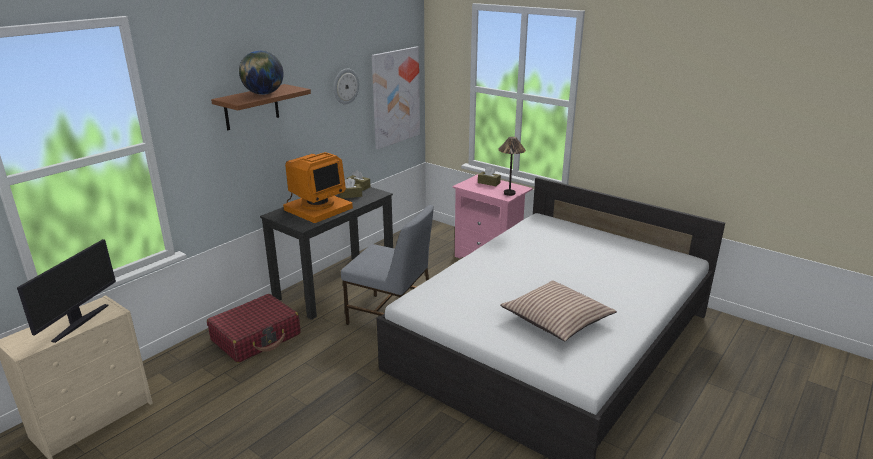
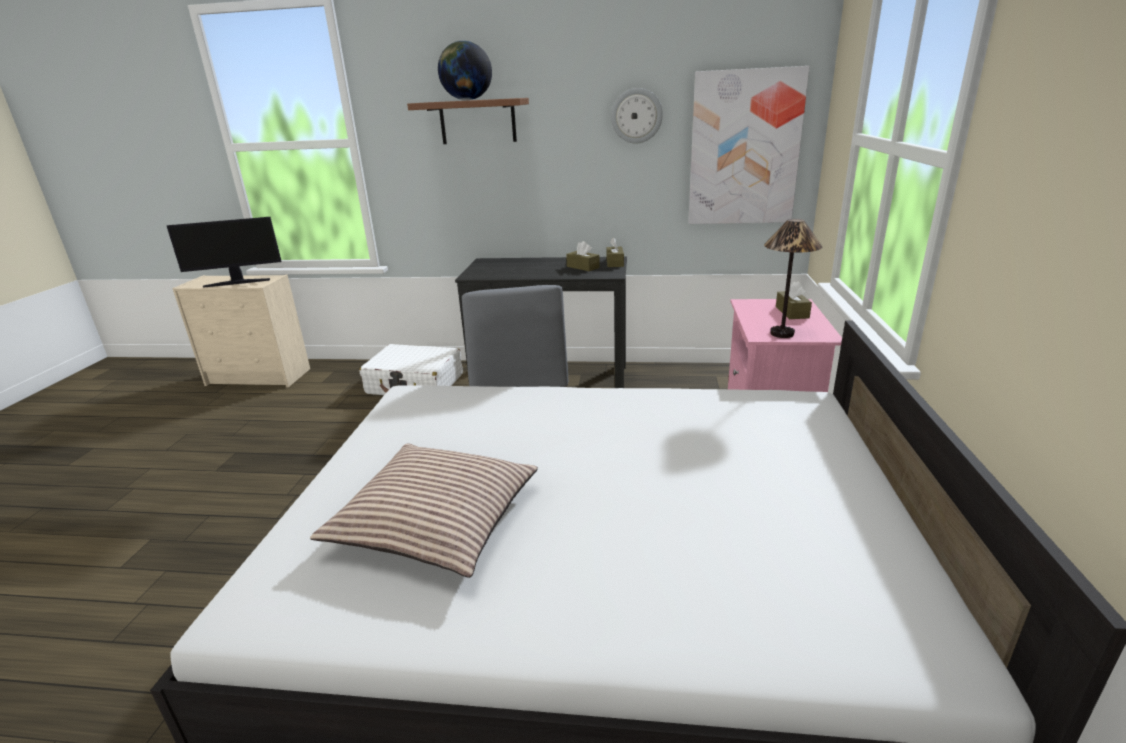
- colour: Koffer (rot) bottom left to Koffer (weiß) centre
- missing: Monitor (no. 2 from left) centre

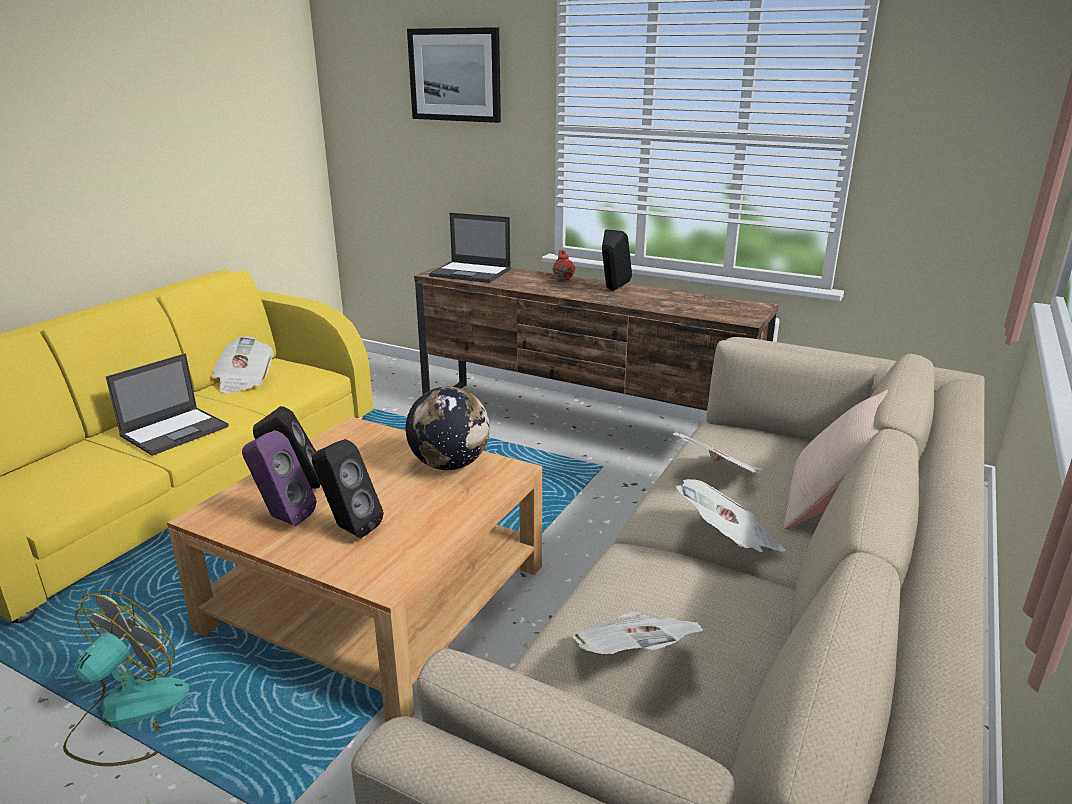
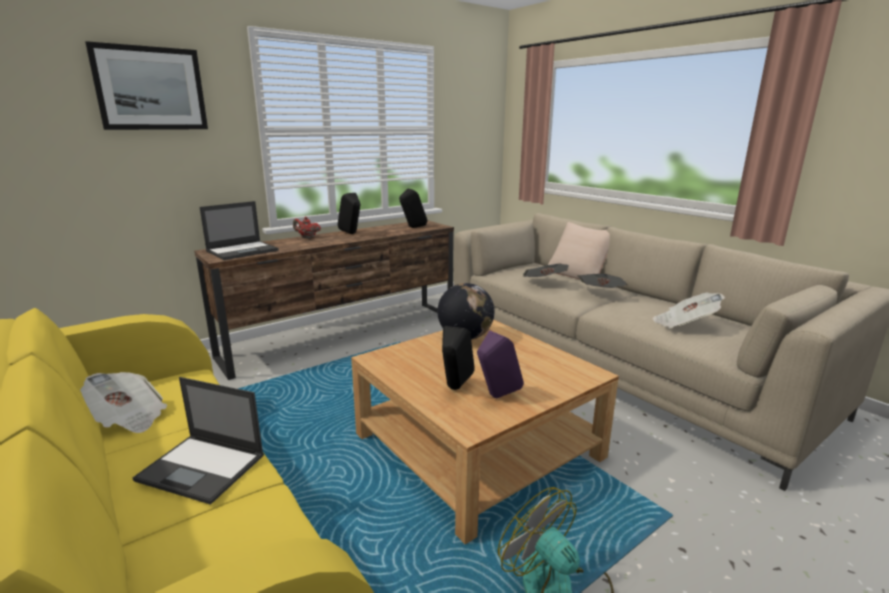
- spun: Laptop (no. 1 from left) middle left = bottom left 135 degrees clockwise
- relocated: Lautsprecher (schwarz) (no. 2 from left) middle left to centre

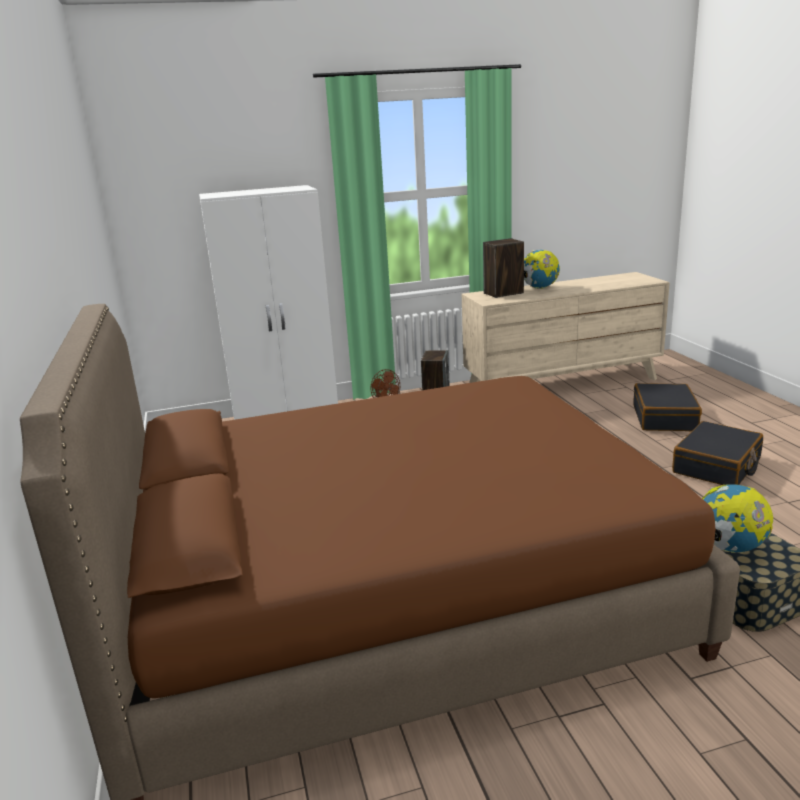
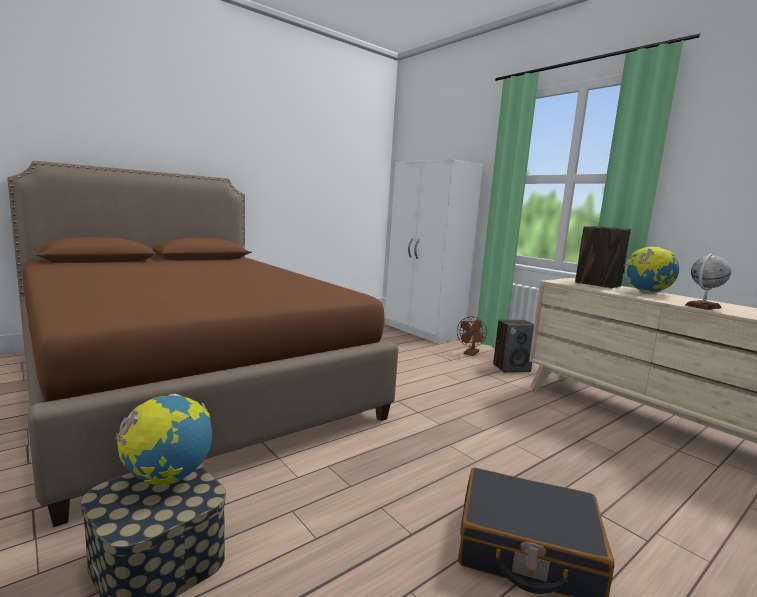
- missing: Koffer (schwarz) (no. 1 from left) middle right
- appeared: Globus (no. 3 from left) middle right

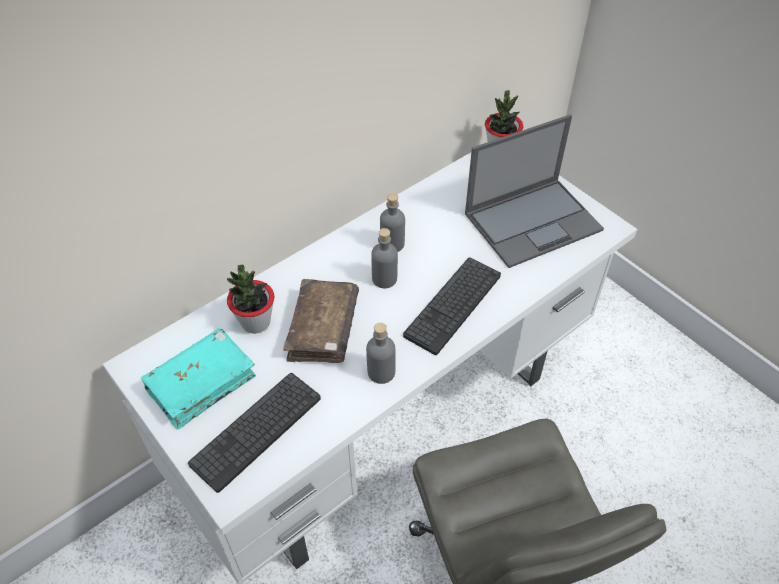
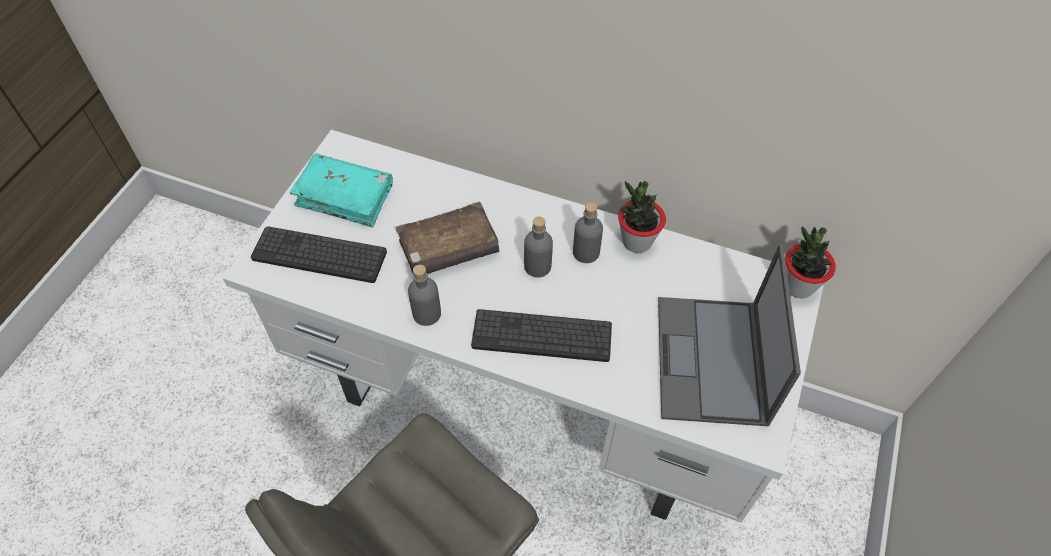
- relocated: Topfpflanze (no. 1 from left) middle left to centre
- spun: Laptop top right = middle right 60 degrees clockwise

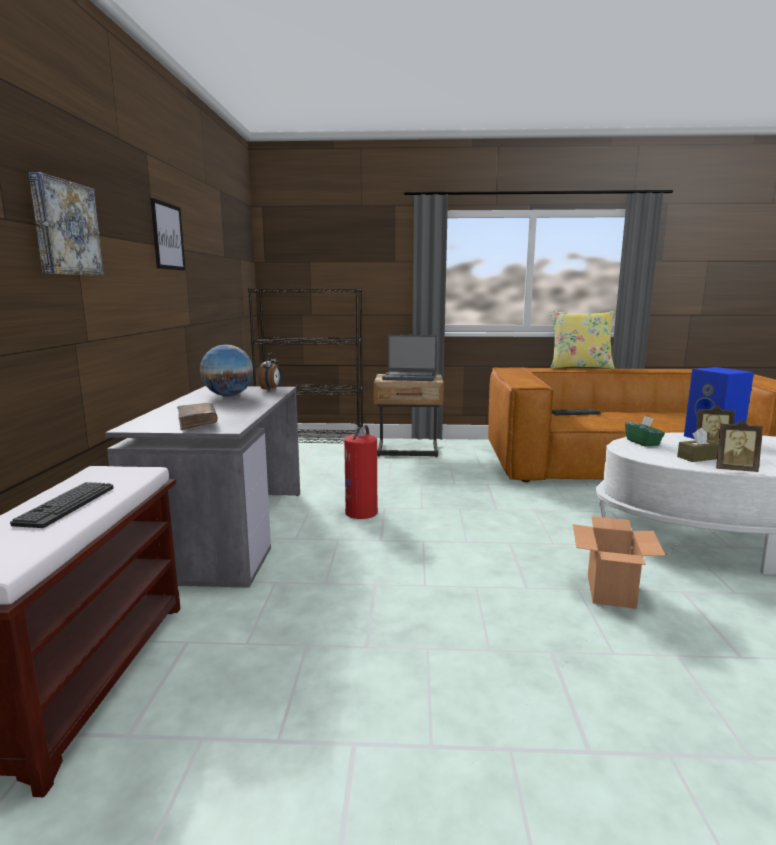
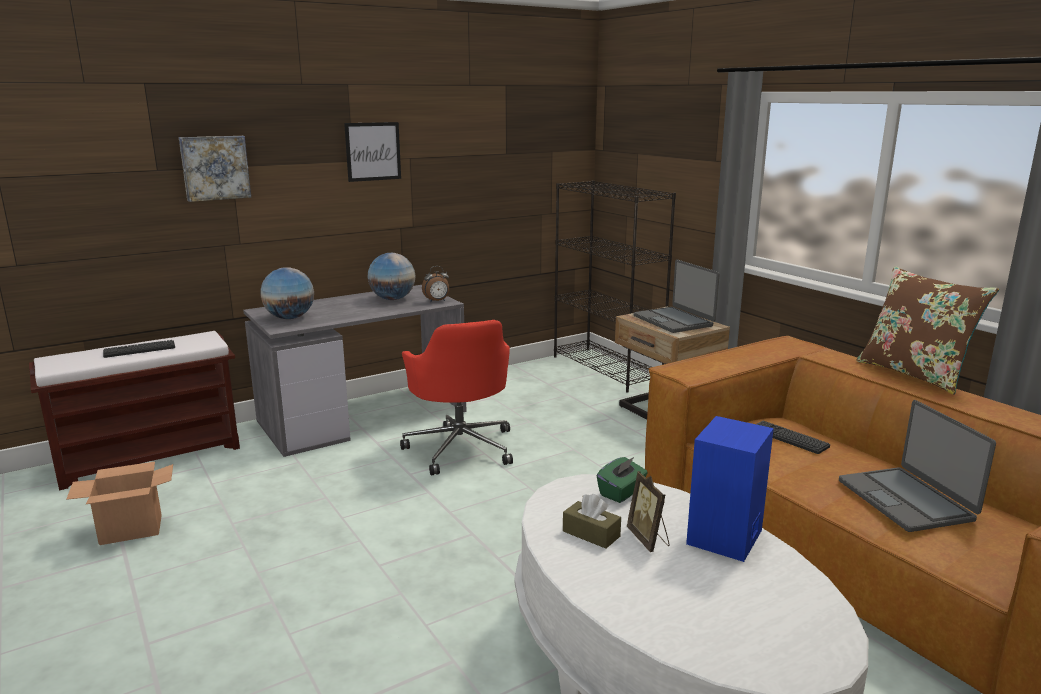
- exchanged: Buch (braun) middle left to Globus (no. 1 from left) middle left
- exchanged: Feuerlöscher centre to Bürostuhl (rot) centre
- colour: Kissen (gelb) middle right to Kissen (braun) middle right
- relocated: Karton middle right to bottom left
- missing: Bilderrahmen (no. 2 from left) middle right
- appeared: Laptop (no. 2 from left) bottom right

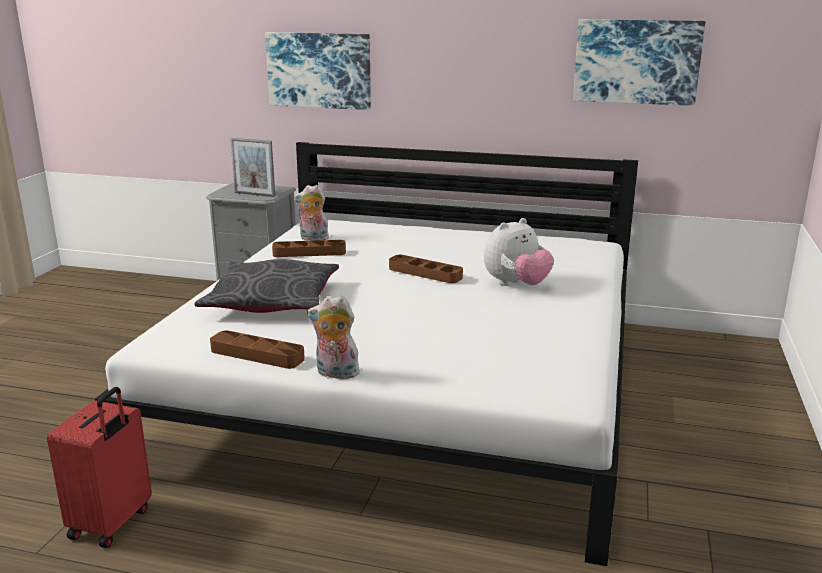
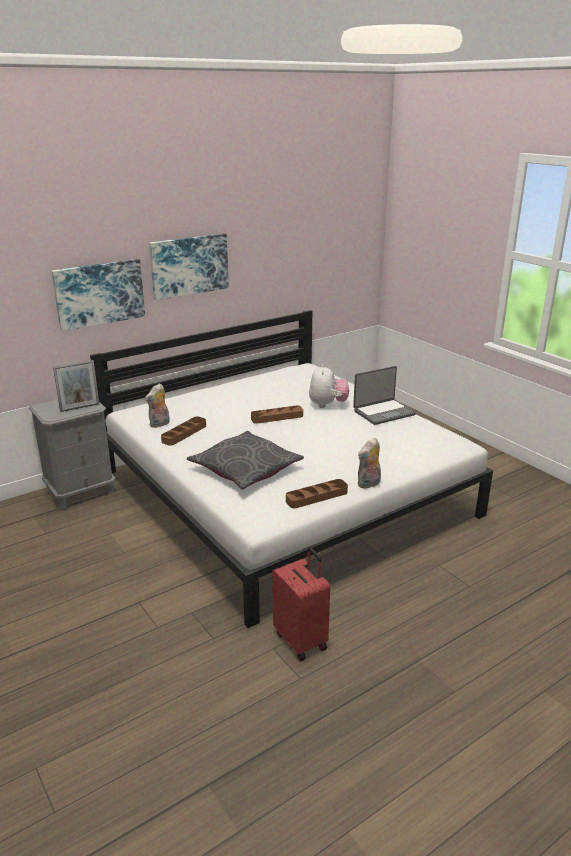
- relocated: Bild (no. 2 from left) top right to top left
- appeared: Laptop middle right

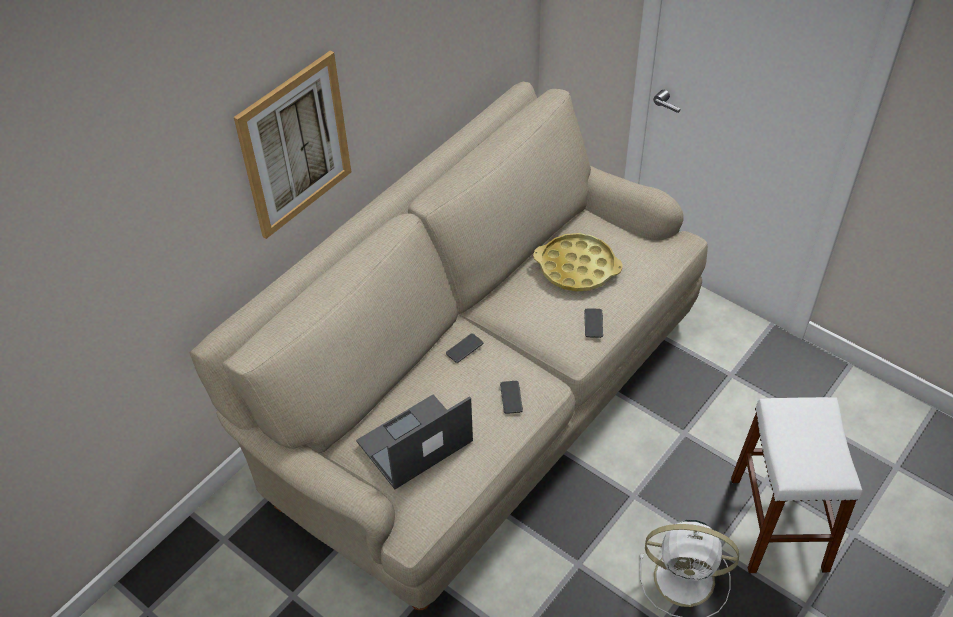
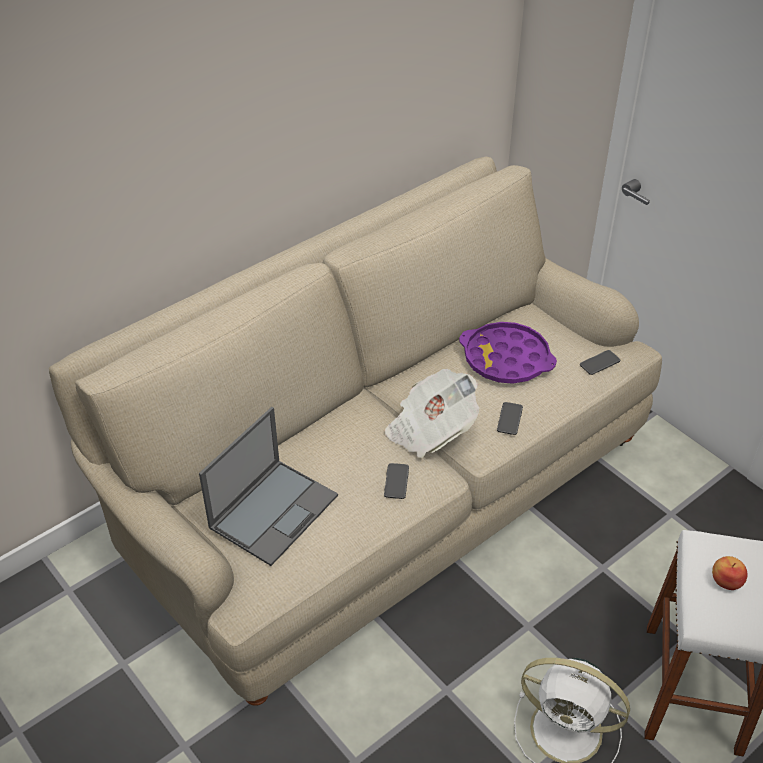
- missing: Bild top left
- spun: Laptop bottom centre = centre 150 degrees clockwise
- relocated: Handy (no. 1 from left in the first image) centre to Handy (no. 3 from left) middle right
- colour: Tablett (gelb) centre to Tablett (lila) centre
- appeared: Zeitung centre
- appeared: Apfel bottom right

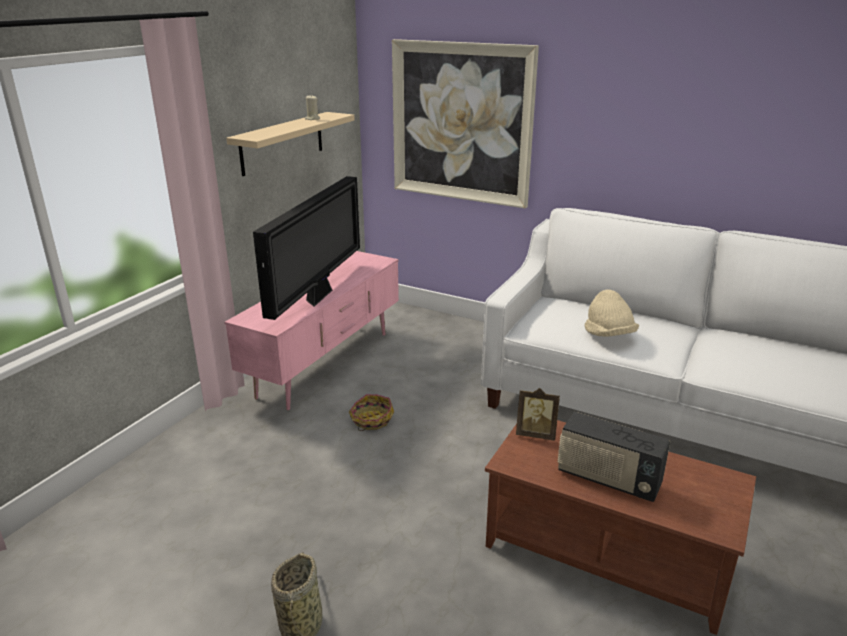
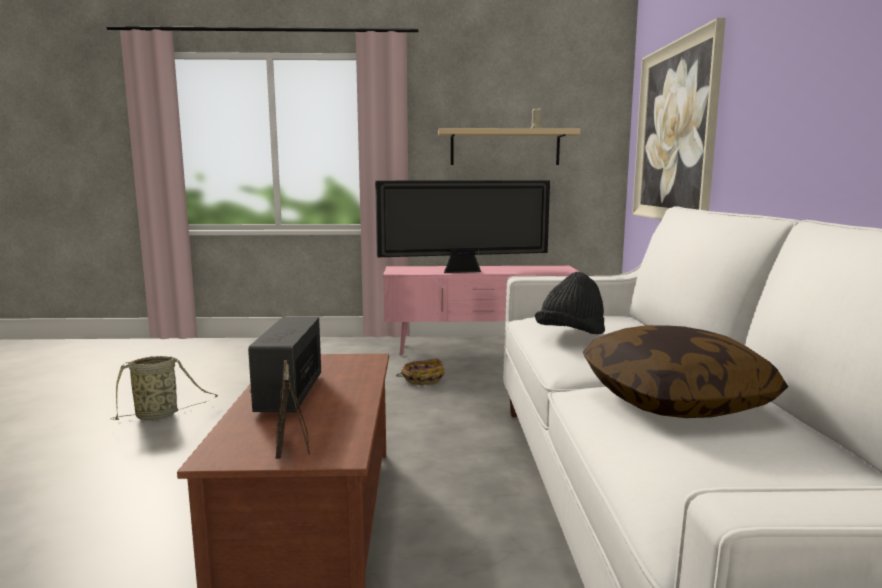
- relocated: Bilderrahmen centre to bottom left
- colour: Hut (beige) middle right to Hut (schwarz) centre
- appeared: Kissen middle right

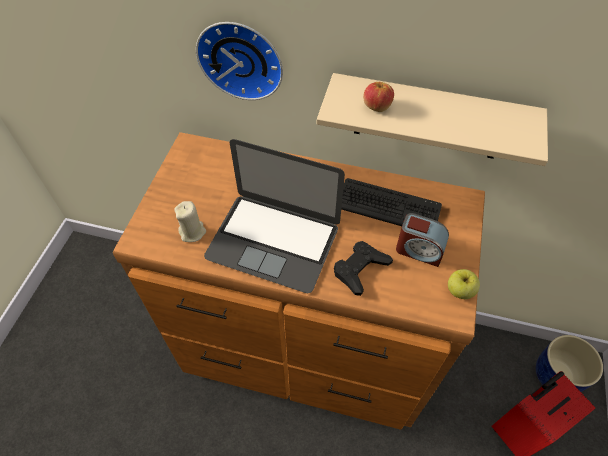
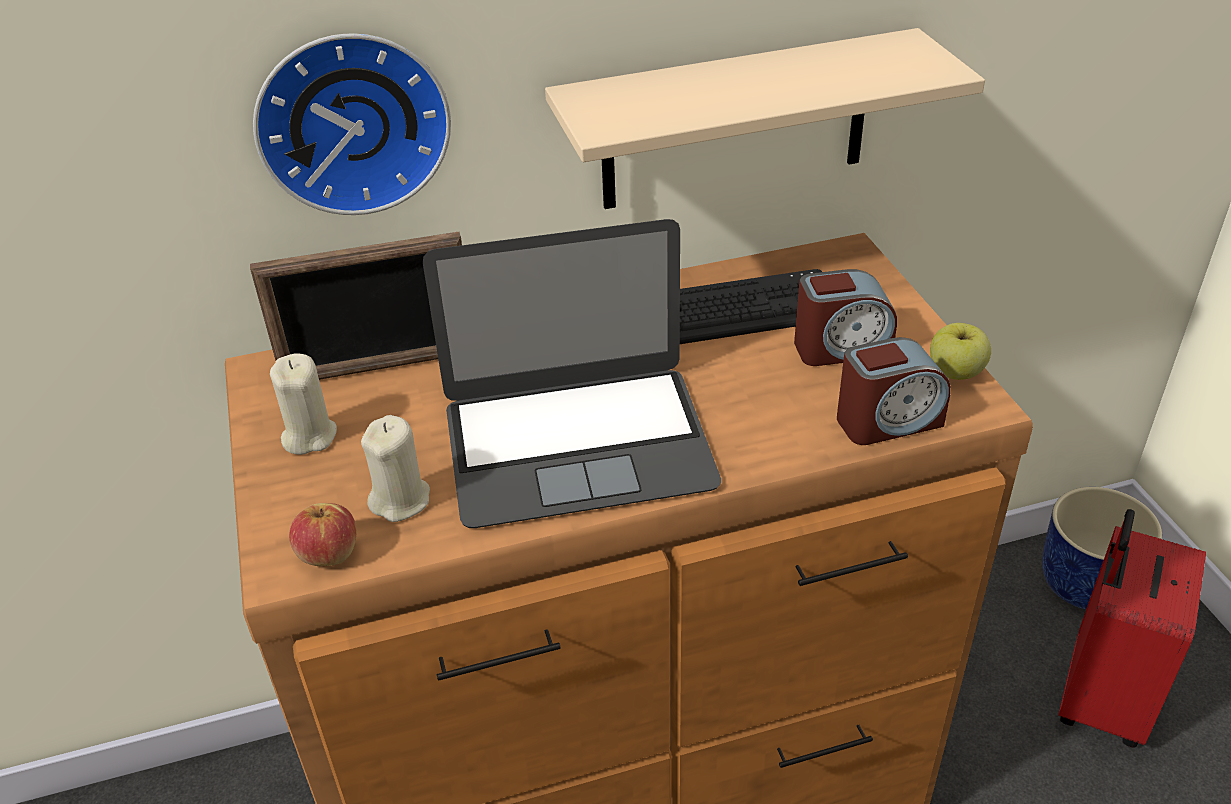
- missing: Gamepad (schwarz) centre
- relocated: Apfel (no. 1 from left) top centre to middle left
- appeared: Bilderrahmen middle left
- appeared: Kerze (beige) (no. 1 from left) middle left
- appeared: Wecker (no. 2 from left) middle right

